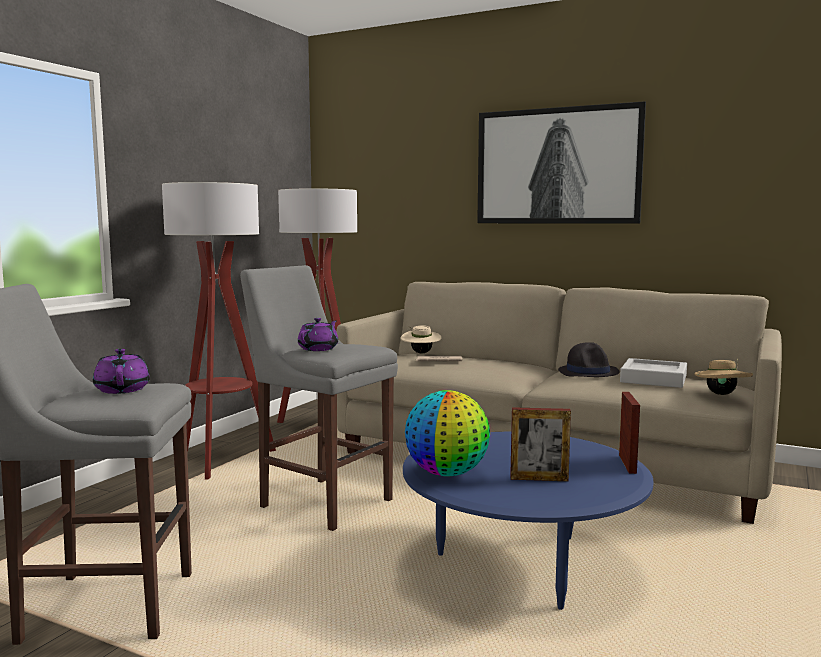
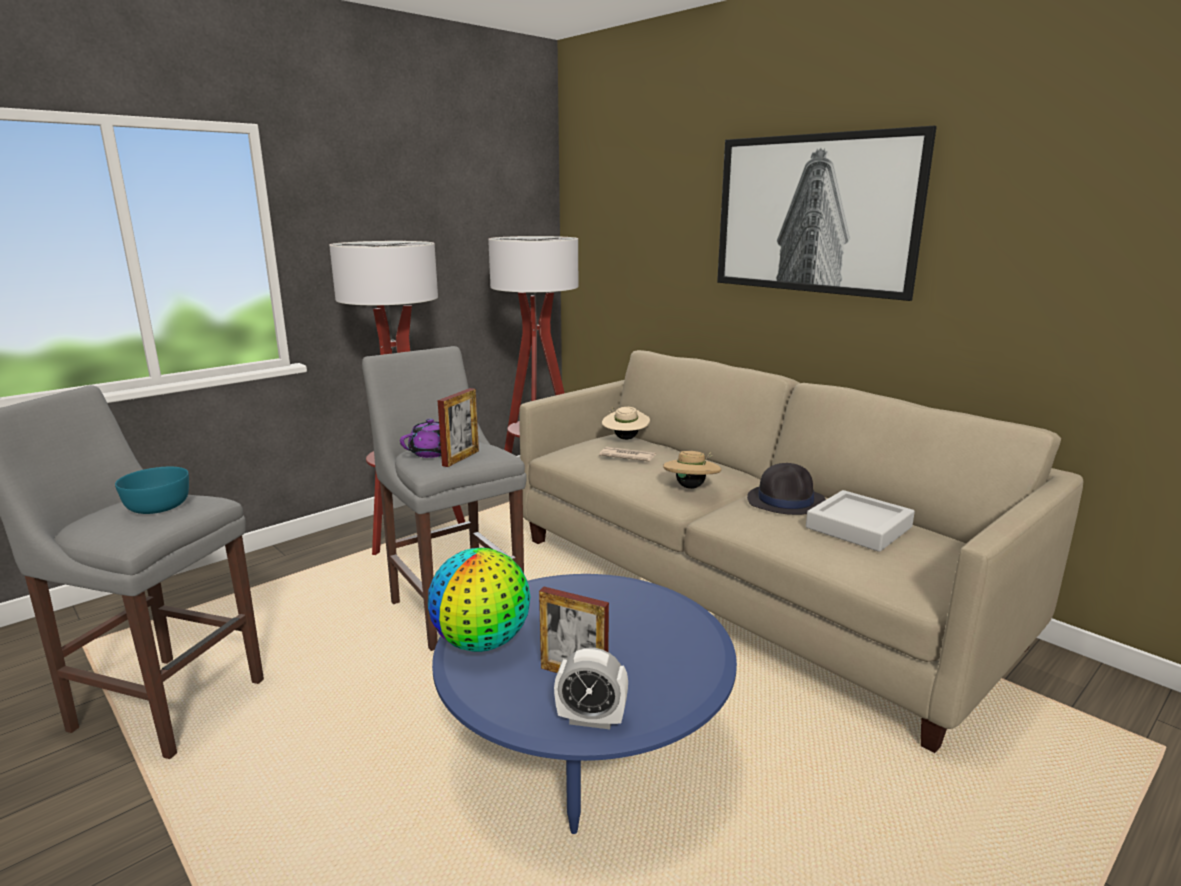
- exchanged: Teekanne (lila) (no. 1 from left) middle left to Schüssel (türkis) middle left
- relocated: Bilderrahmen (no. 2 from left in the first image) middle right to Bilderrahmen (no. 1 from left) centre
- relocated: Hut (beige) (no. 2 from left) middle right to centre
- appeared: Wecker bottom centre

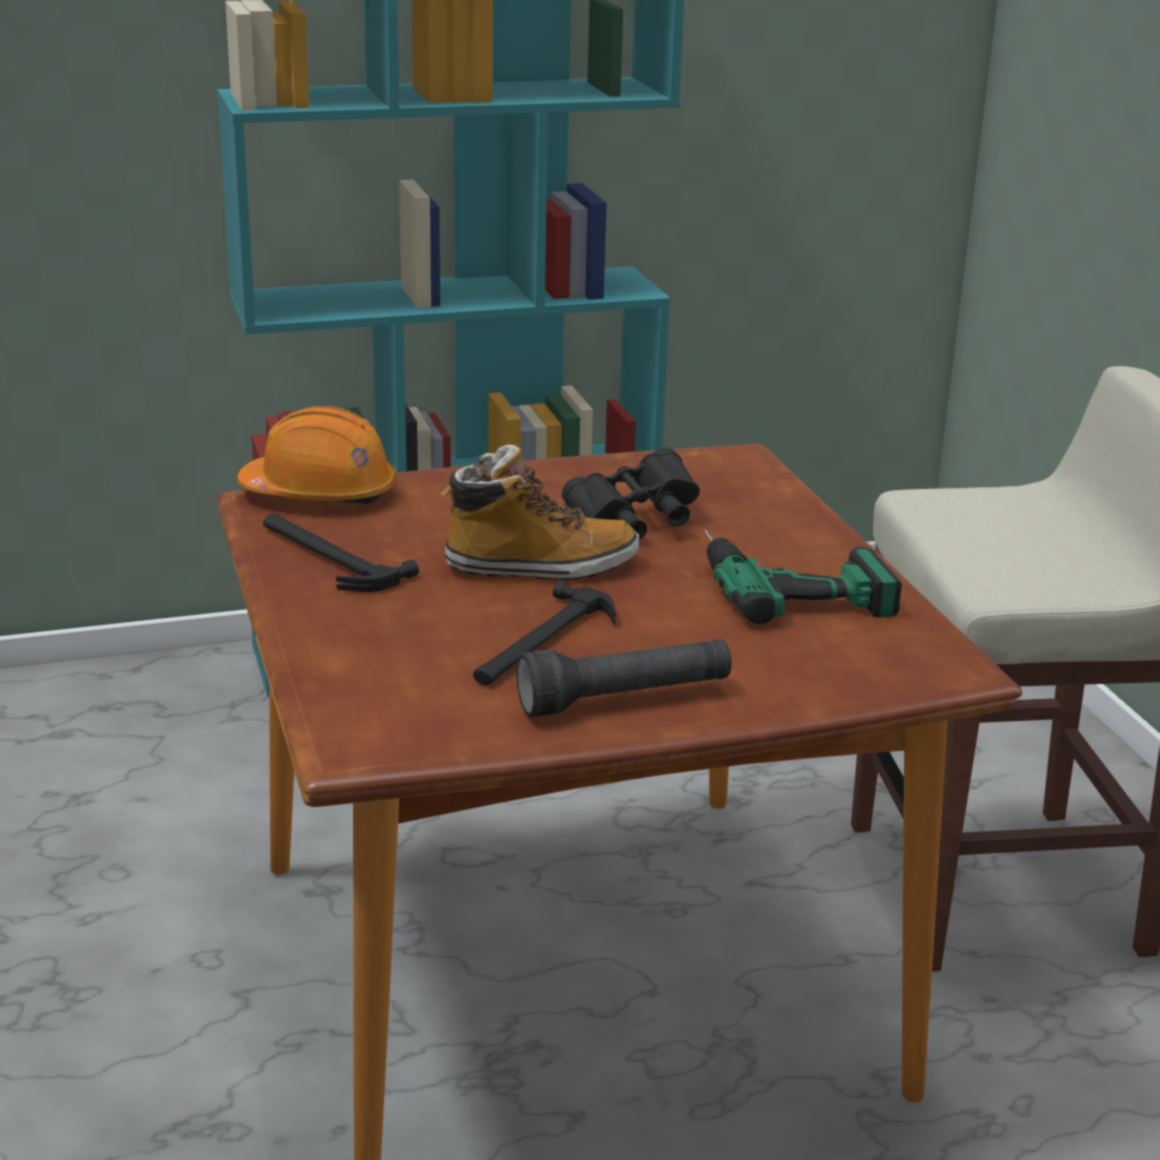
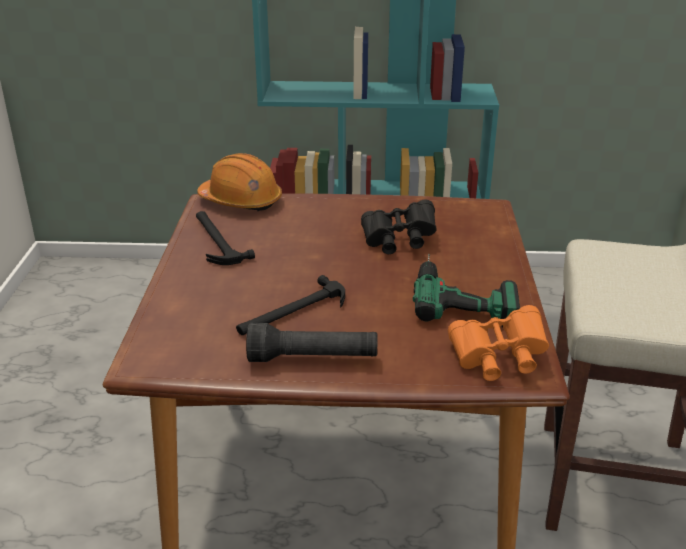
- missing: Stiefel centre
- appeared: Fernglas (orange) middle right

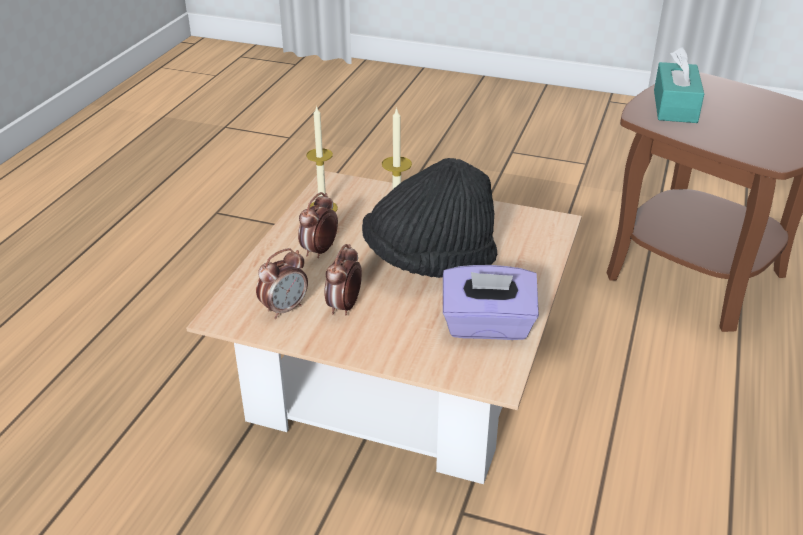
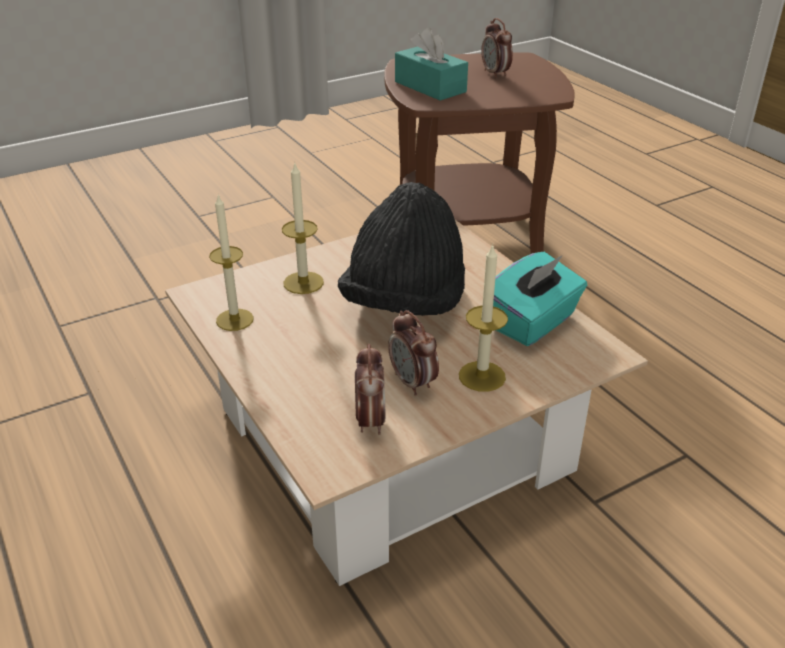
- relocated: Wecker (no. 2 from left in the first image) centre to Wecker (no. 3 from left) top centre
- colour: Taschentuchbox (lila) centre to Taschentuchbox (türkis) (no. 2 from left) middle right
- appeared: Kerze (no. 3 from left) centre

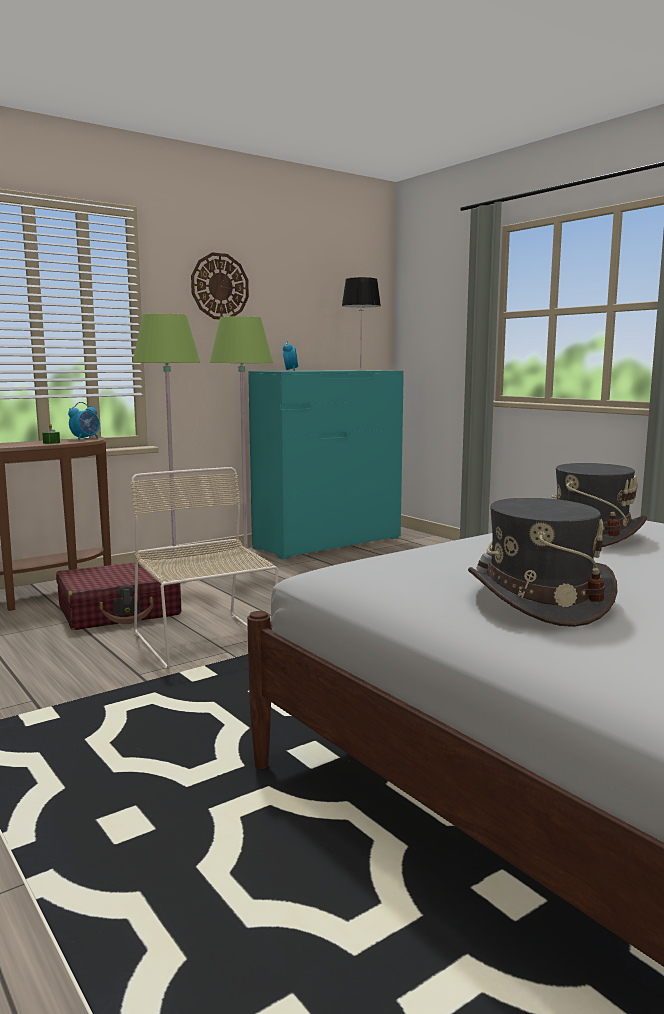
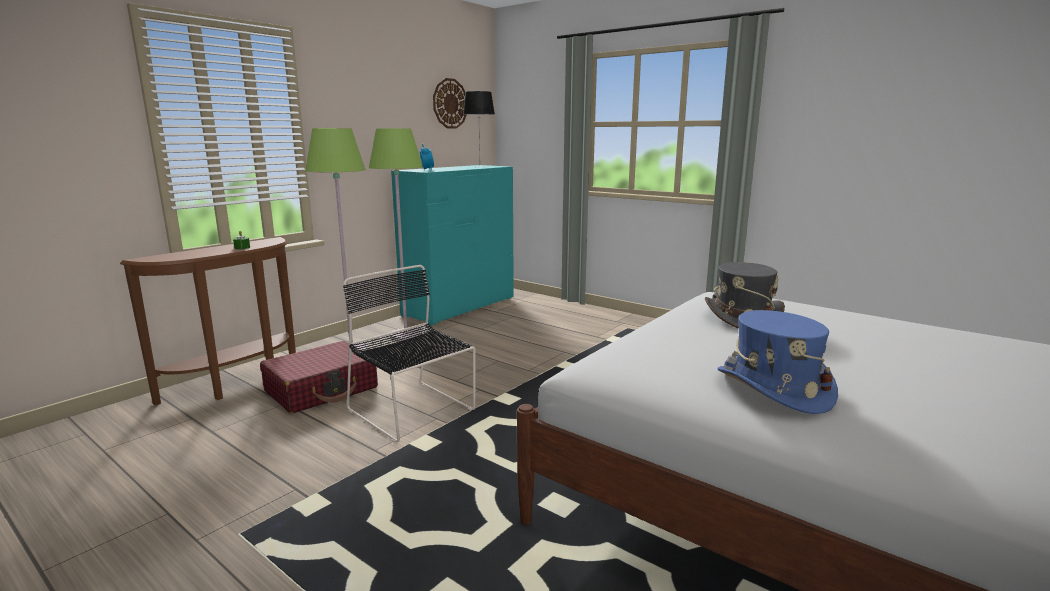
- missing: Wecker (no. 1 from left) middle left
- colour: Stuhl (beige) middle left to Stuhl (schwarz) centre
- relocated: Wanduhr top left to top centre
- colour: Hut (grau) (no. 1 from left) middle right to Hut (blau) middle right

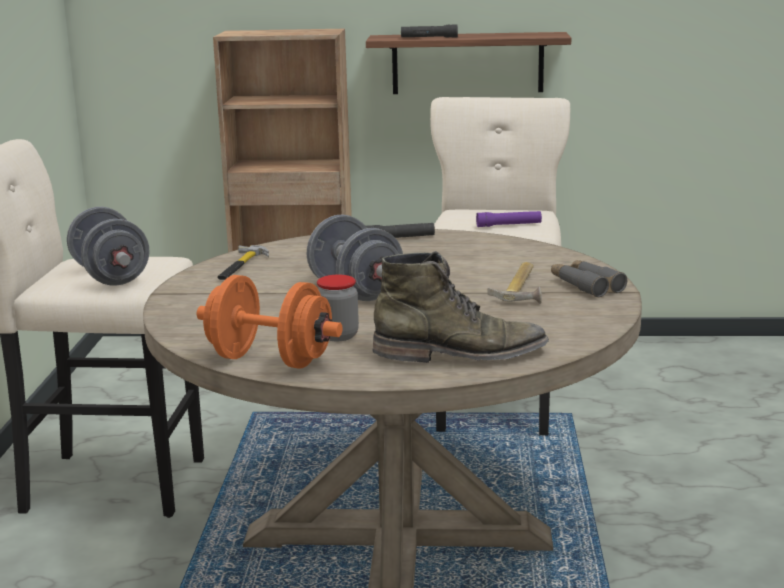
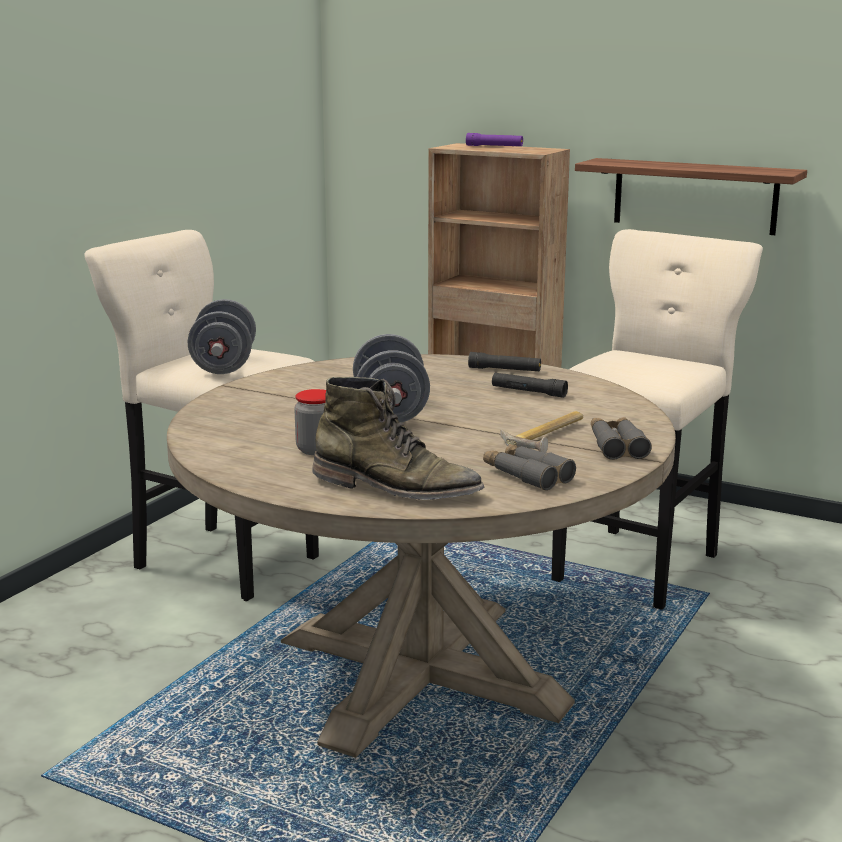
- missing: Hantel (orange) centre
- missing: Hammer (no. 1 from left) middle left
- relocated: Taschenlampe (schwarz) (no. 2 from left) top centre to centre
- relocated: Taschenlampe (lila) centre to top centre
- appeared: Fernglas (grau) (no. 1 from left) centre

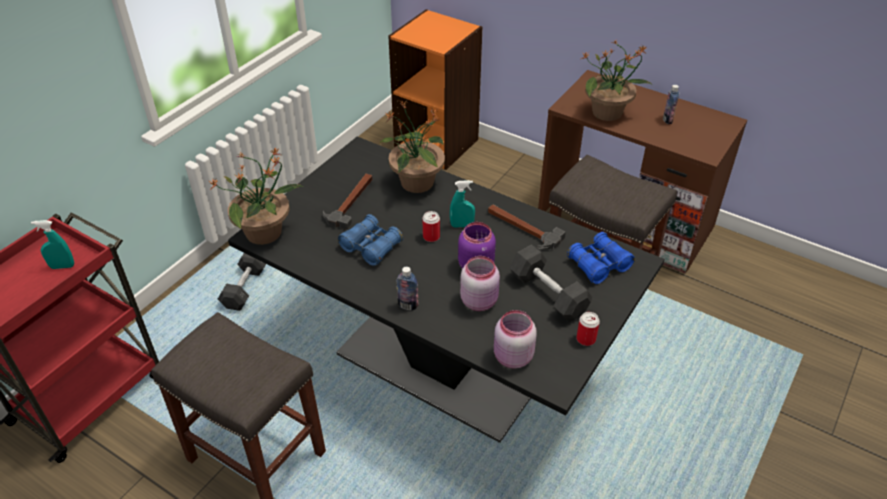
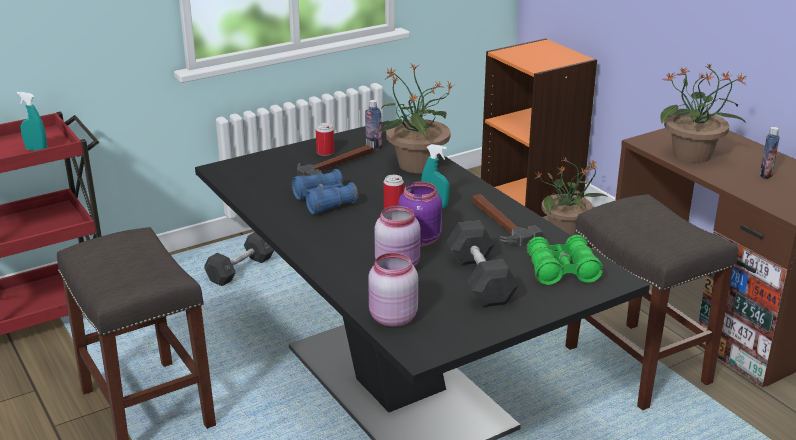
- relocated: Topfpflanze (no. 1 from left in the first image) middle left to Topfpflanze (no. 2 from left) middle right
- relocated: Flasche (no. 1 from left) centre to top centre
- colour: Fernglas (blau) (no. 2 from left) middle right to Fernglas (grün) middle right
- relocated: Dose (no. 2 from left in the first image) centre to Dose (no. 1 from left) top centre

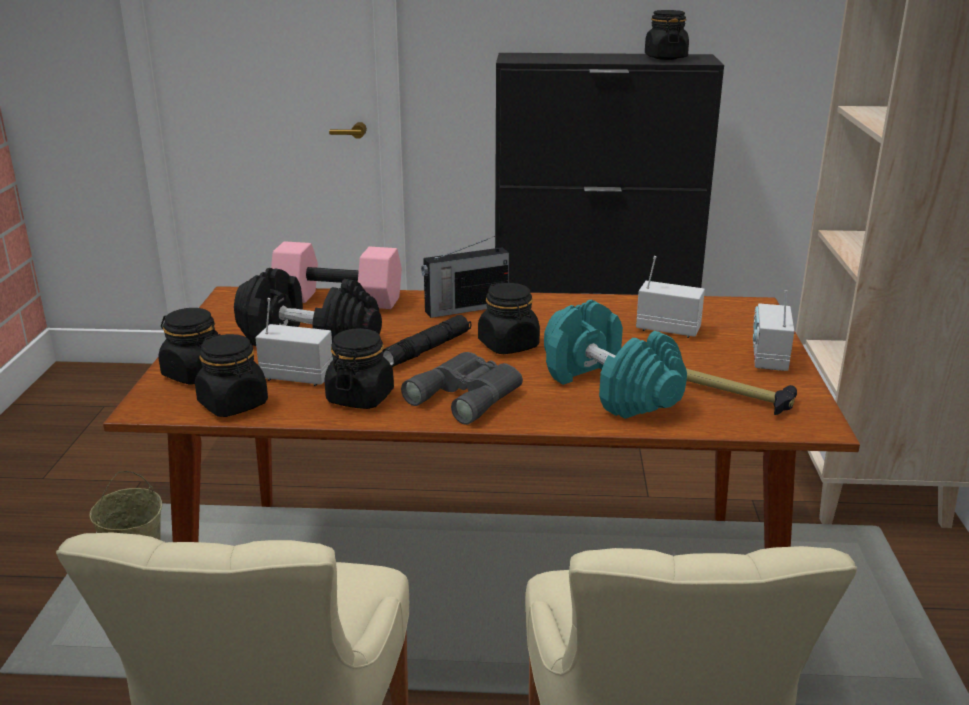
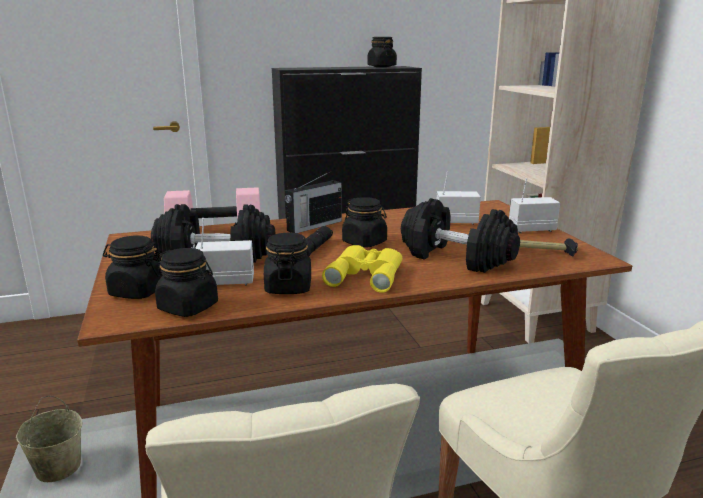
- colour: Fernglas (grau) centre to Fernglas (gelb) centre
- colour: Hantel (türkis) centre to Hantel (schwarz) (no. 2 from left) centre
- spun: Radio (no. 4 from left) middle right = middle right 90 degrees clockwise

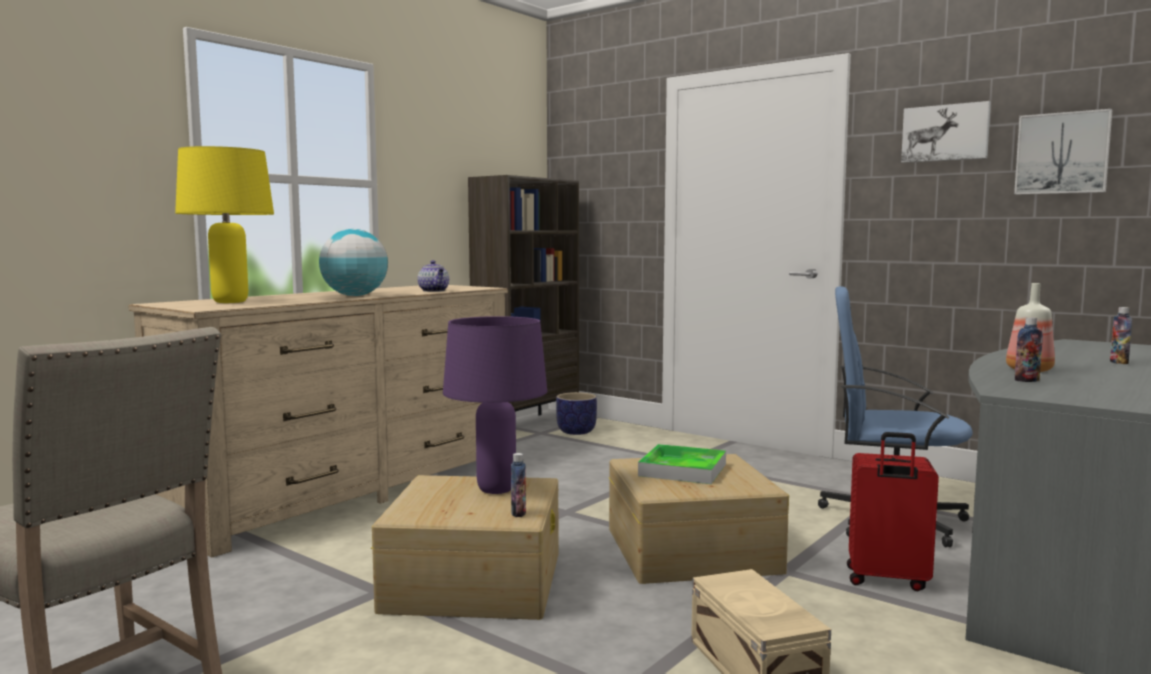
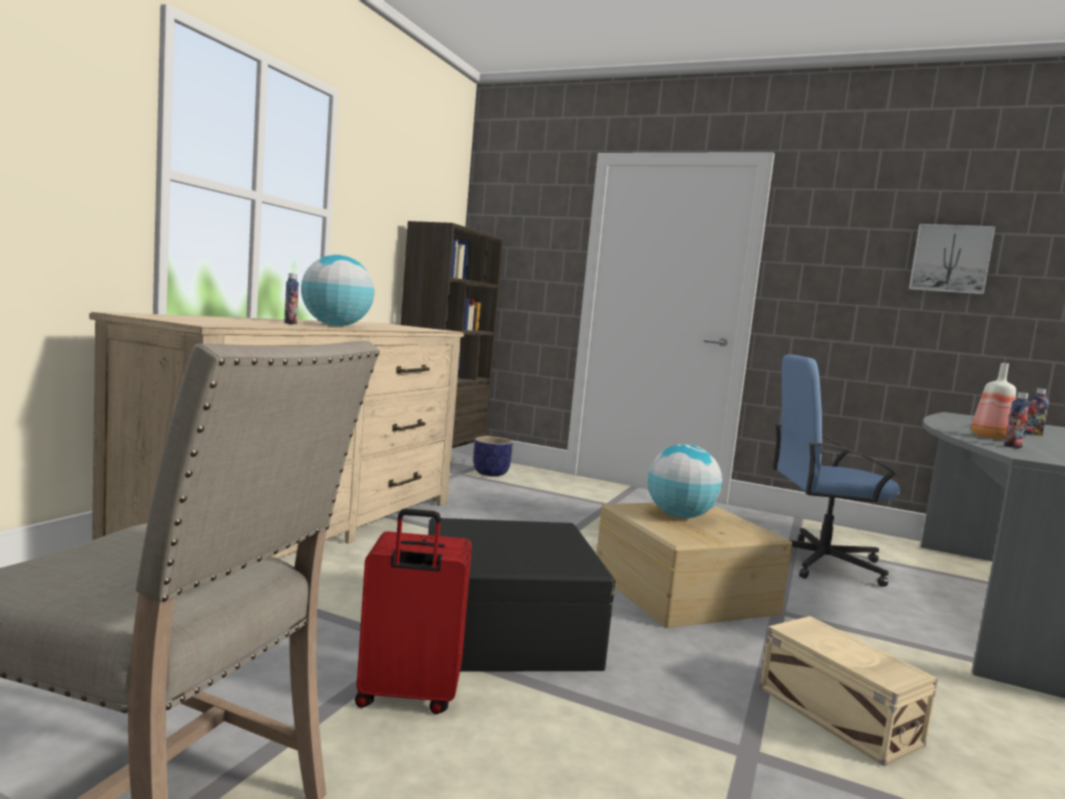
- missing: Tischlampe (gelb) top left
- colour: Aufbewahrungsbox (beige) (no. 1 from left) bottom centre to Aufbewahrungsbox (schwarz) bottom centre
- missing: Teekanne centre
- missing: Tischlampe (lila) centre
- relocated: Flasche (no. 1 from left) bottom centre to middle left
- exchanged: Tablett bottom centre to Globus (no. 2 from left) centre
- relocated: Koffer (rot) bottom right to bottom centre
- missing: Bild (no. 1 from left) top right

